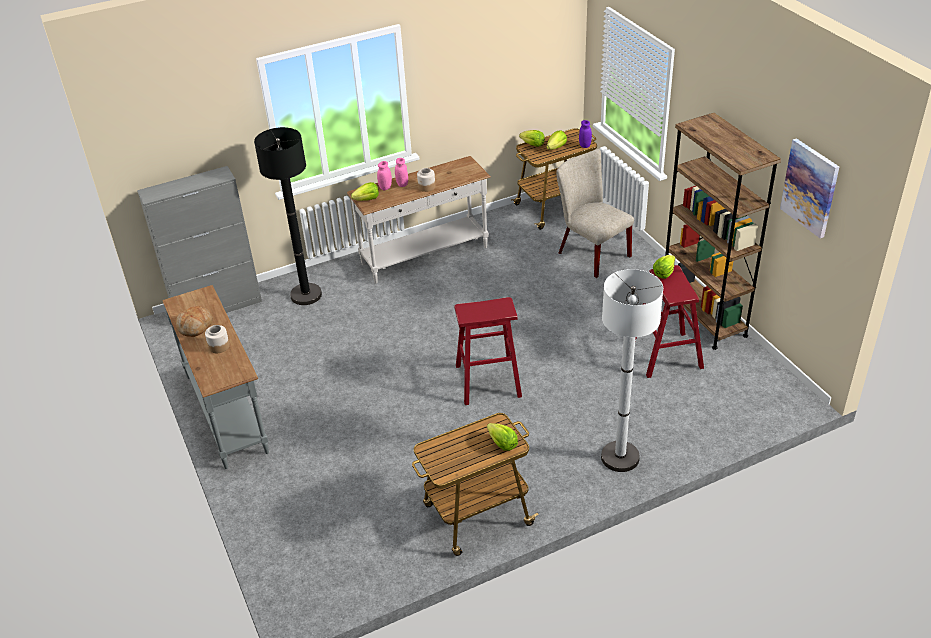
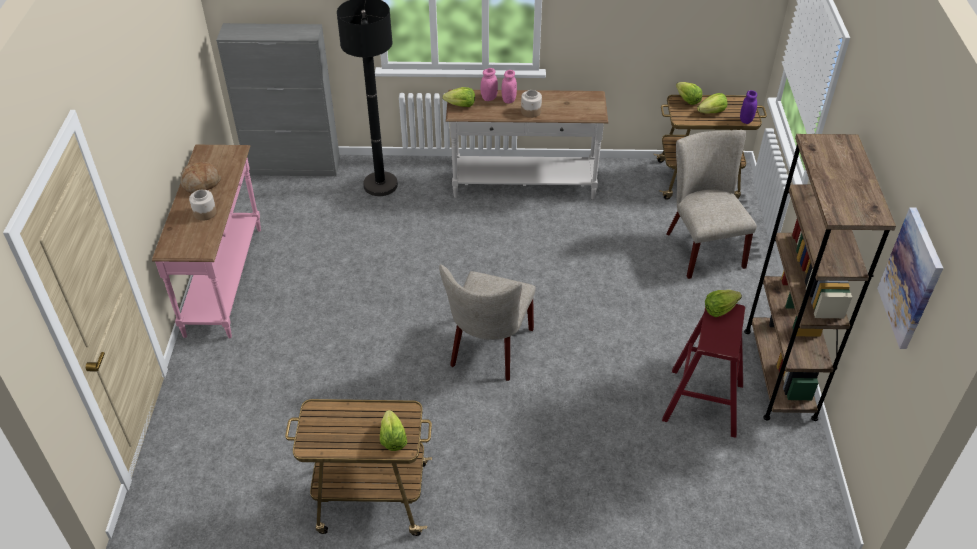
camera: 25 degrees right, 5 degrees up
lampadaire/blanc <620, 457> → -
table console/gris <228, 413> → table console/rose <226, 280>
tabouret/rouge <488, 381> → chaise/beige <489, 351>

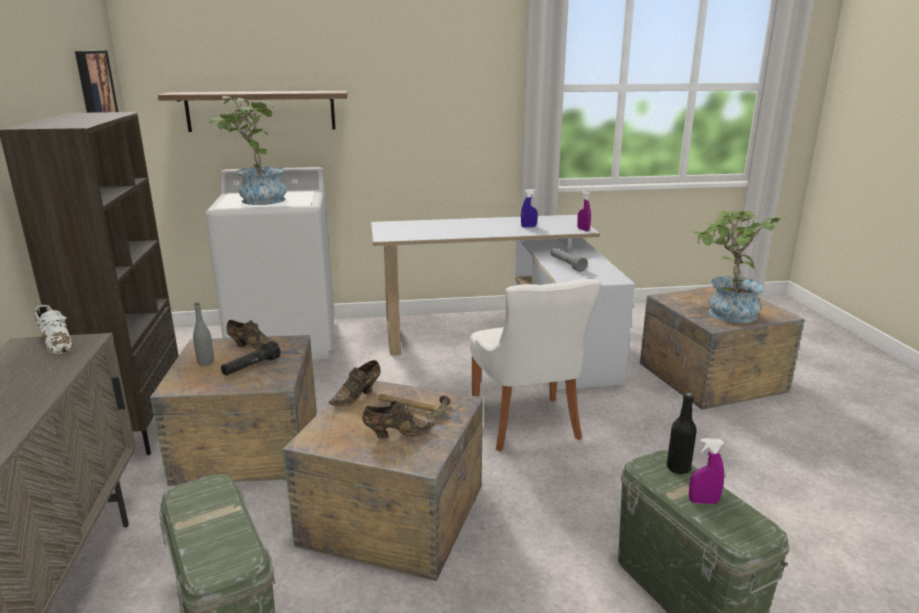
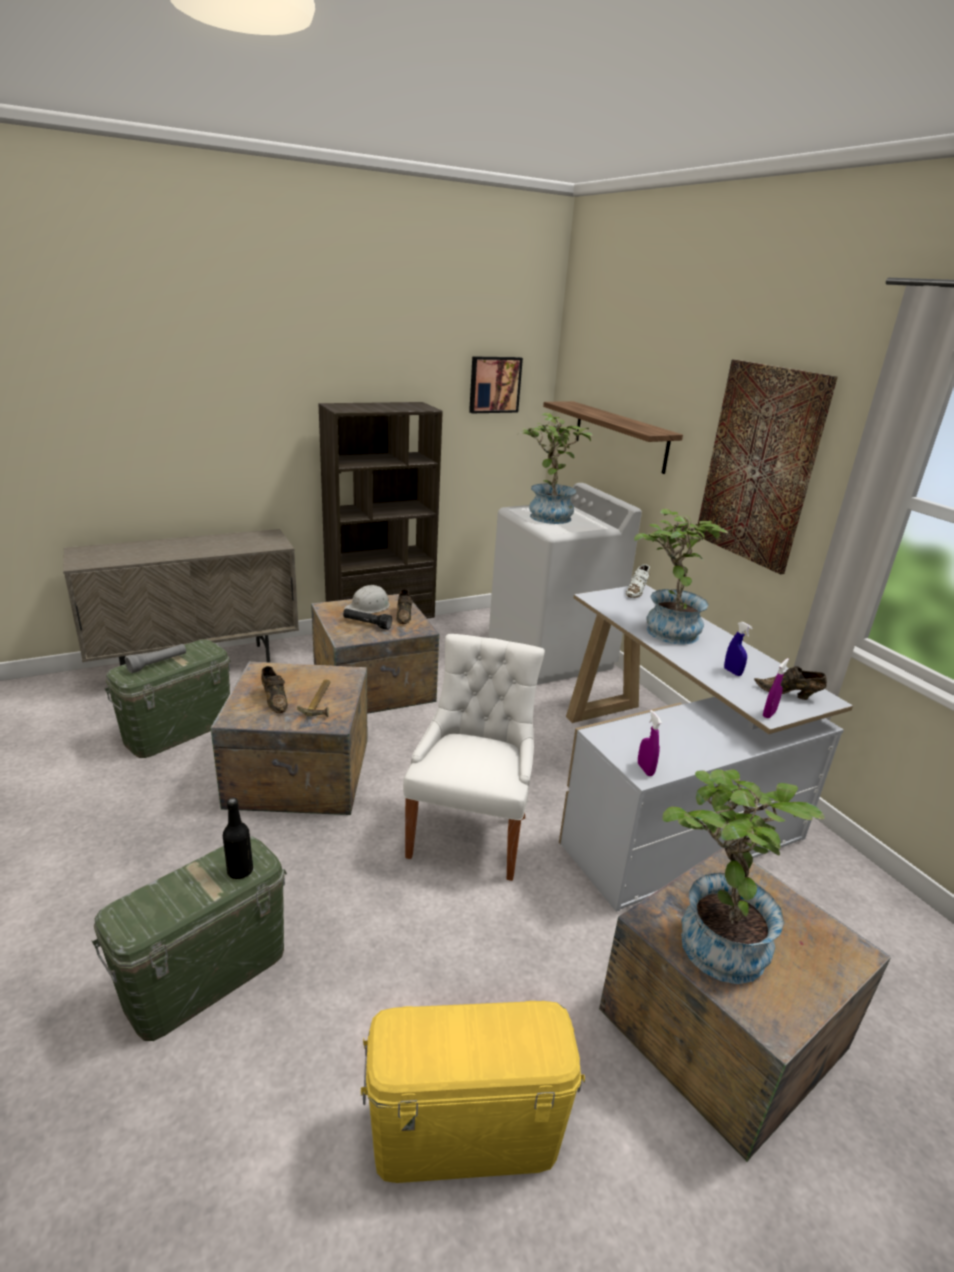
camera: 70 degrees right, 5 degrees up
lampe de poche/gris <567, 265> → lampe de poche/gris <158, 664>, shifted
chaise/blanc <527, 426> → chaise/blanc <470, 833>, 135 degrees clockwise
bouteille/gris <206, 362> → casque de chantier/blanc <368, 607>
chaussure/blanc <56, 344> → chaussure/blanc <637, 591>, shifted
chaussure/marron <358, 396> → chaussure/marron <789, 694>, shifted
vaporisateur/violet <703, 501> → vaporisateur/violet <645, 769>, shifted
- → tableau <760, 465>
- → plante en pot <665, 629>
- → boîte de rangement/jaune <465, 1134>

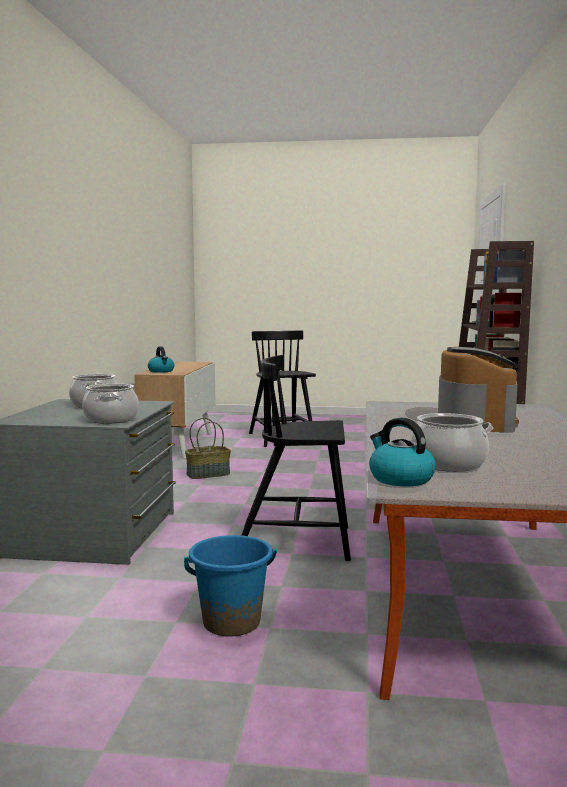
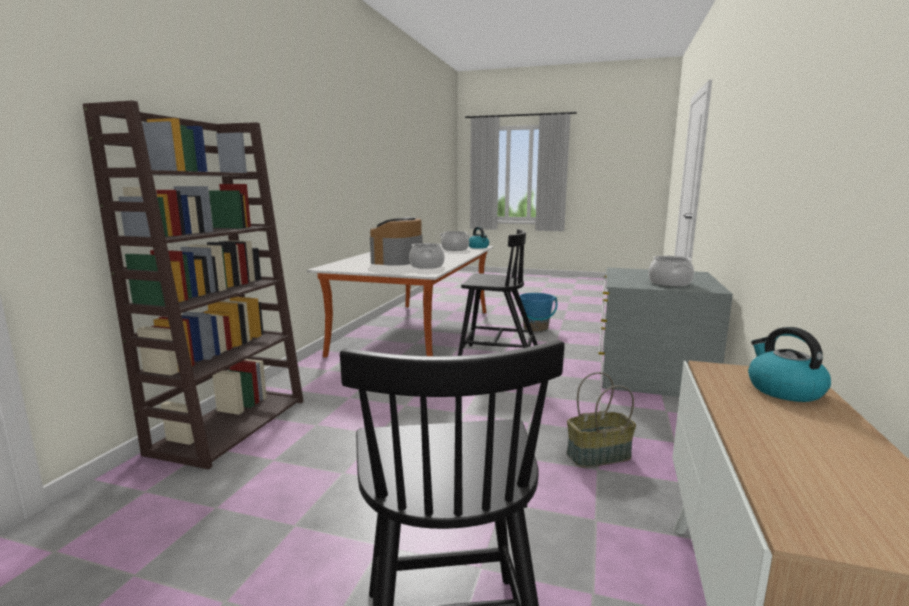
camera: 170 degrees left, 5 degrees up
marmite <110, 419> → marmite <427, 266>, shifted

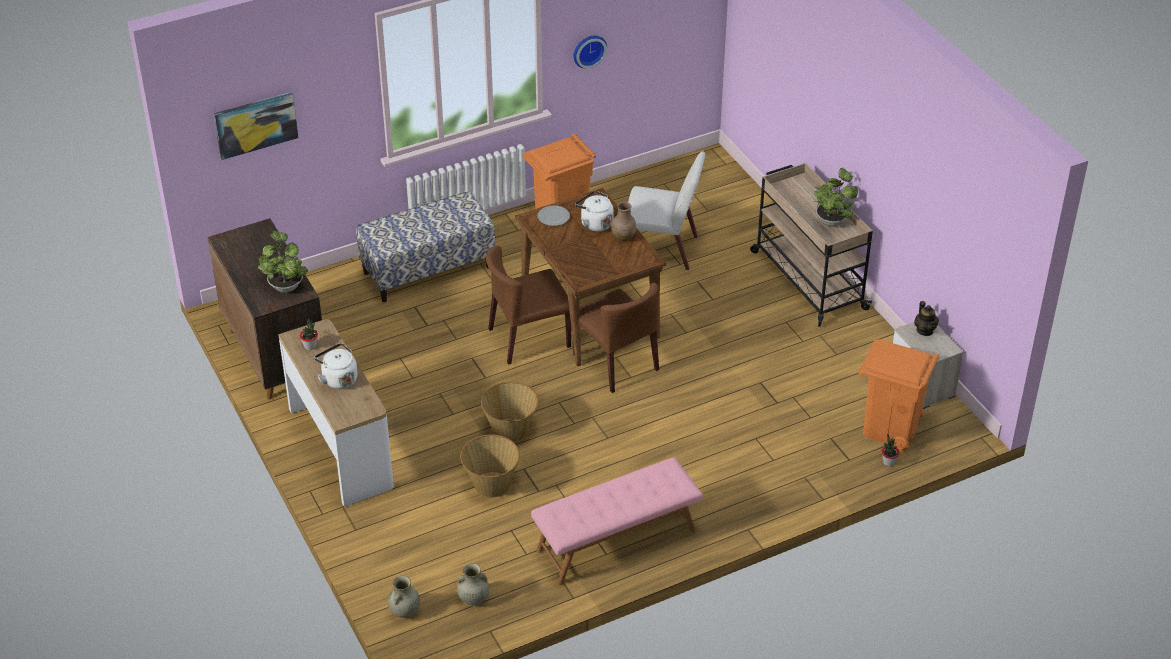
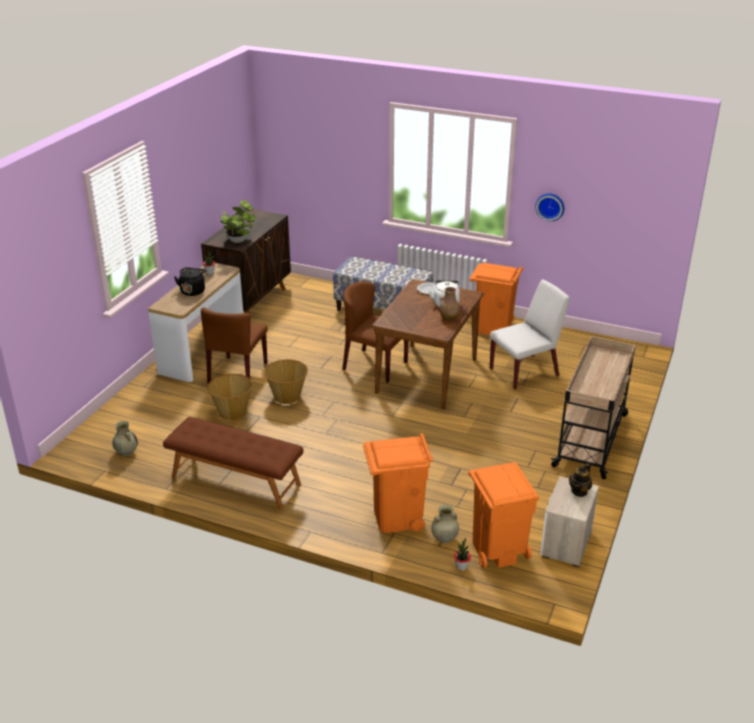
camera: 50 degrees right, 10 degrees down
tableau <255, 124> → -
chaise/blanc <662, 249> → chaise/blanc <525, 372>, 90 degrees counterclockwise
plante en pot <832, 220> → -
chaise/marron <616, 362> → chaise/marron <238, 373>, shifted
bouilloire/blanc <338, 379> → bouilloire/noir <193, 291>
banc/rose <617, 541> → banc/marron <235, 481>
vase/beige <404, 611> → vase/beige <444, 538>, shifted
- → poubelle/orange <397, 517>

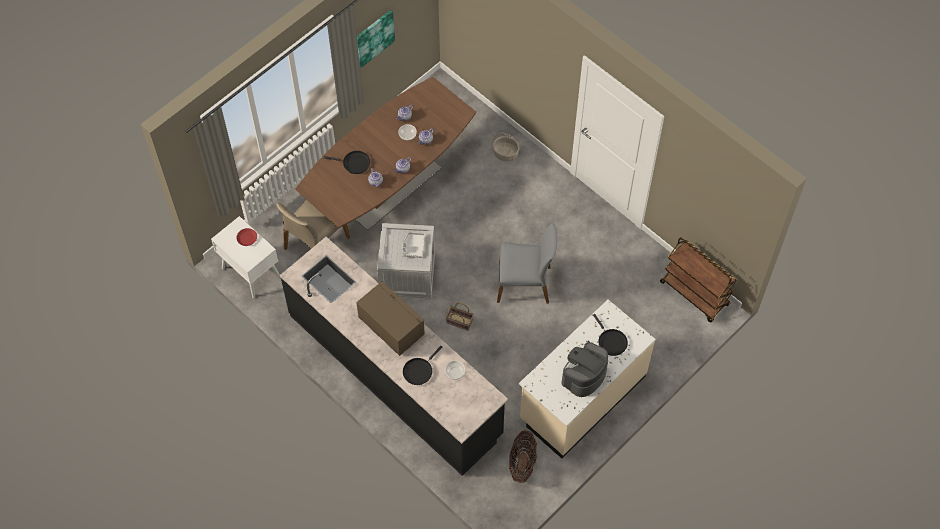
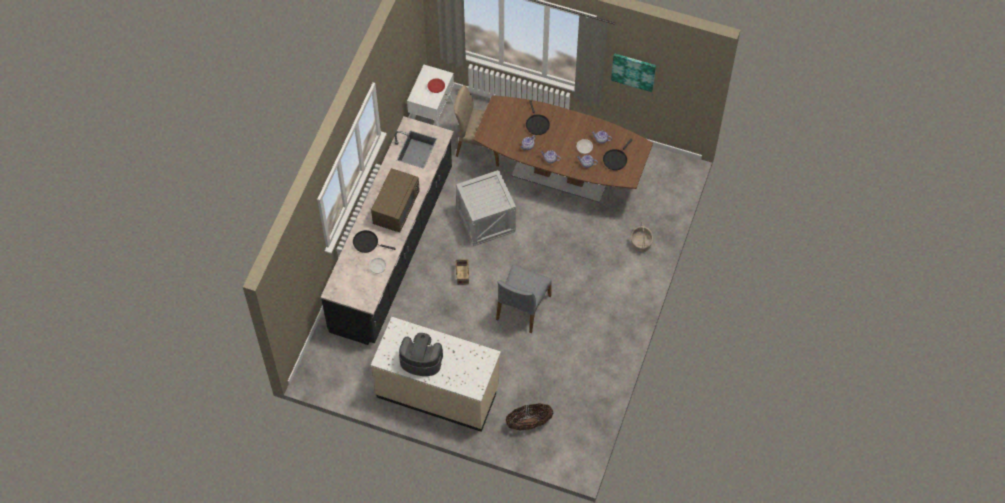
camera: 65 degrees right, 0 degrees up
chaise/gris <524, 283> → chaise/gris <522, 308>, 45 degrees clockwise
plateau/gris <413, 247> → -
chariot/marron <695, 294> → -
poêle/noir <611, 341> → poêle/noir <615, 159>, shifted
panier <522, 463> → panier <529, 423>, shifted

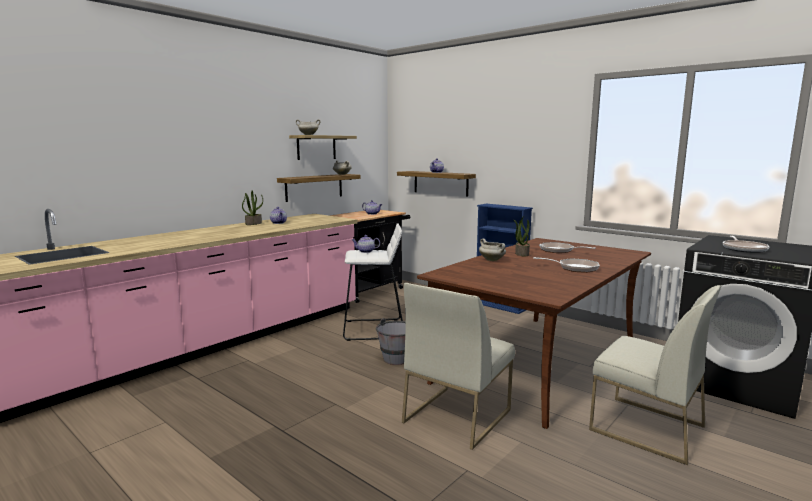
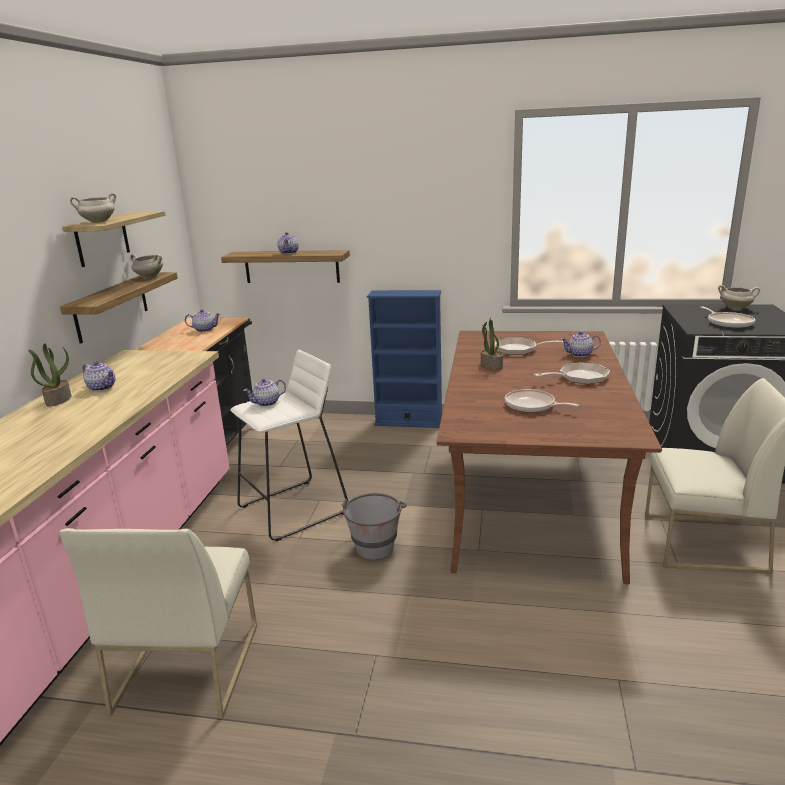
camera: 30 degrees left, 10 degrees up
marmite/blanc <492, 260> → marmite/blanc <736, 308>, shifted
chaise/blanc <457, 415> → chaise/blanc <187, 666>, shifted
- → théière <579, 355>
- → poêle <532, 405>

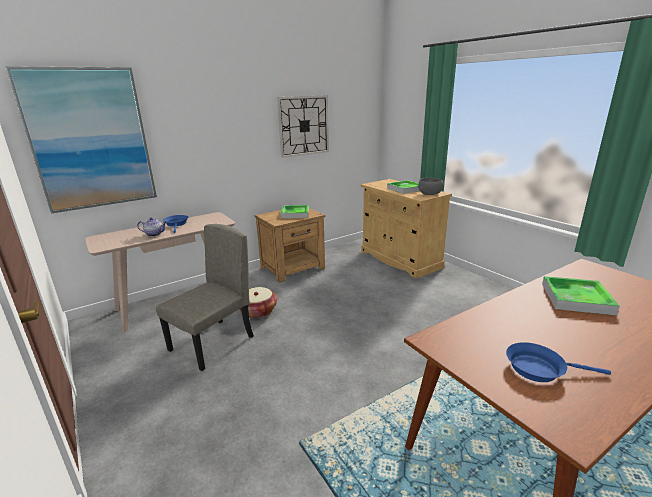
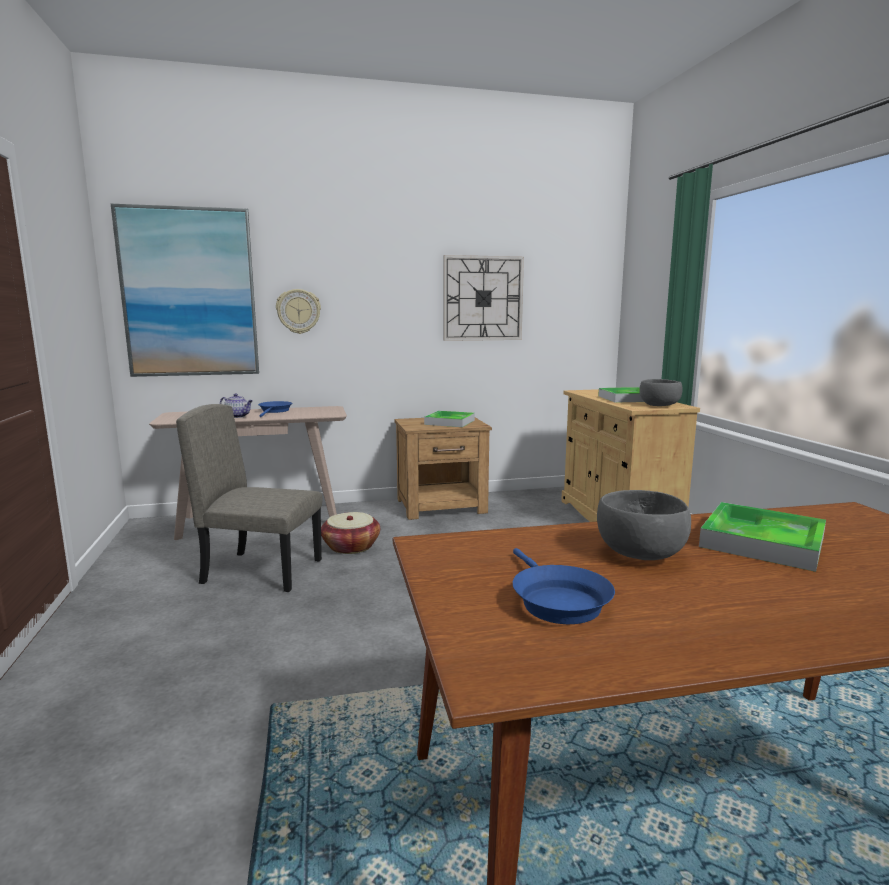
camera: 20 degrees right, 10 degrees down
chaise/beige <212, 343> → chaise/beige <263, 571>, 135 degrees counterclockwise
poêle/bleu <539, 368> → poêle/bleu <556, 601>, 135 degrees counterclockwise
- → horloge murale <298, 311>
- → bol/gris <640, 554>

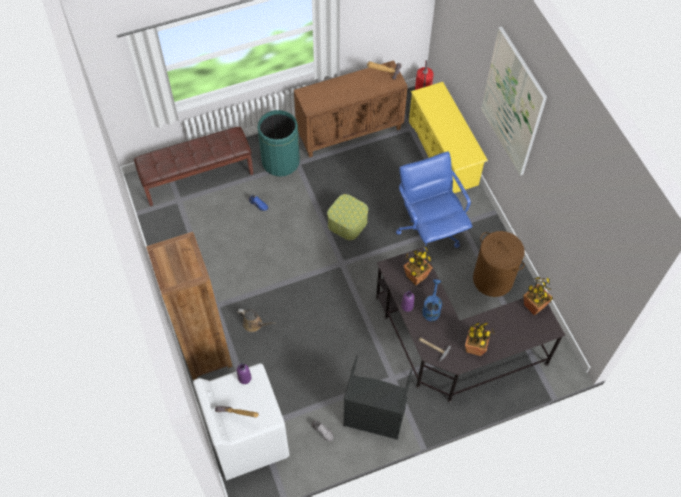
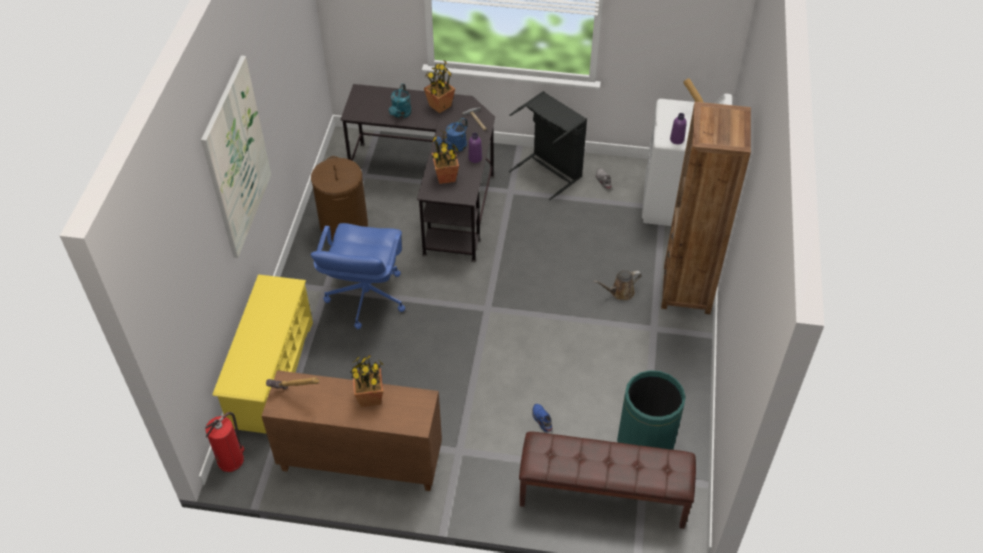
camera: 150 degrees left, 10 degrees down
poubelle/vert <280, 162> → poubelle/vert <645, 444>, shifted
boîte de rangement <347, 223> → -
plante en pot <534, 306> → plante en pot <370, 397>, shifted
arrosoir/marron <254, 324> → arrosoir/marron <620, 292>, 75 degrees counterclockwise
- → arrosoir/turquoise <400, 114>

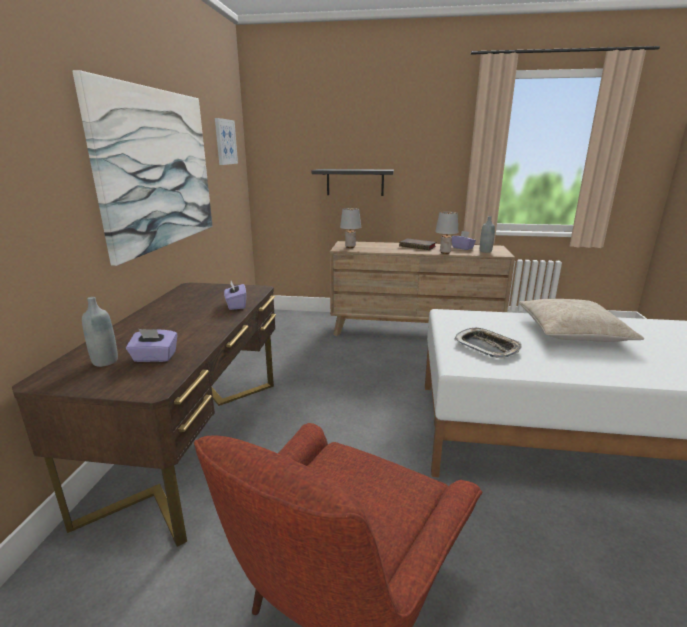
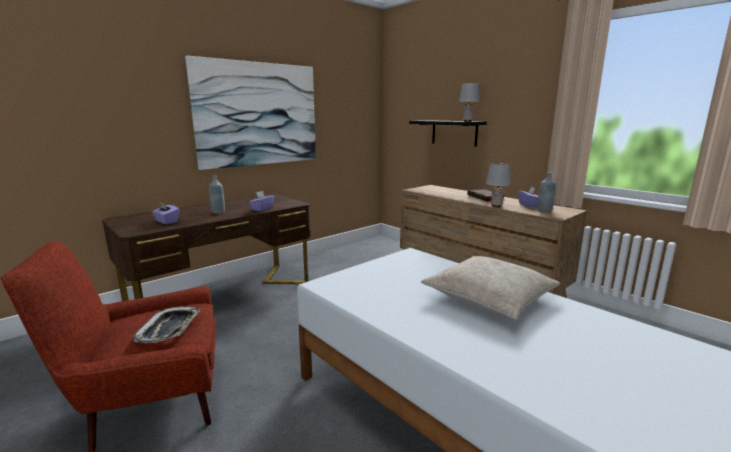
camera: 40 degrees right, 5 degrees down
tableau <225, 142> → -
lampe de table/gris <350, 247> → lampe de table/gris <468, 121>, shifted
bouteille/gris <105, 361> → bouteille/gris <218, 212>, shifted
plateau <487, 347> → plateau <170, 329>, shifted

